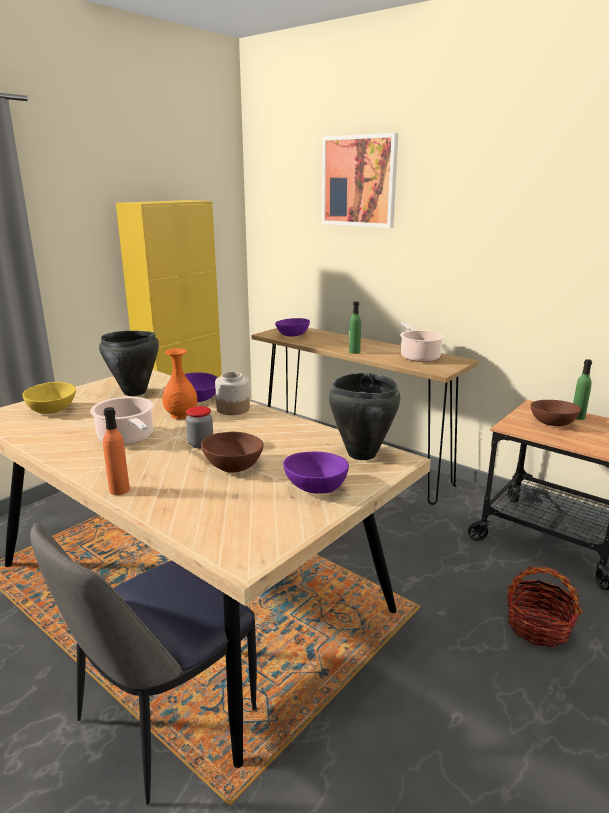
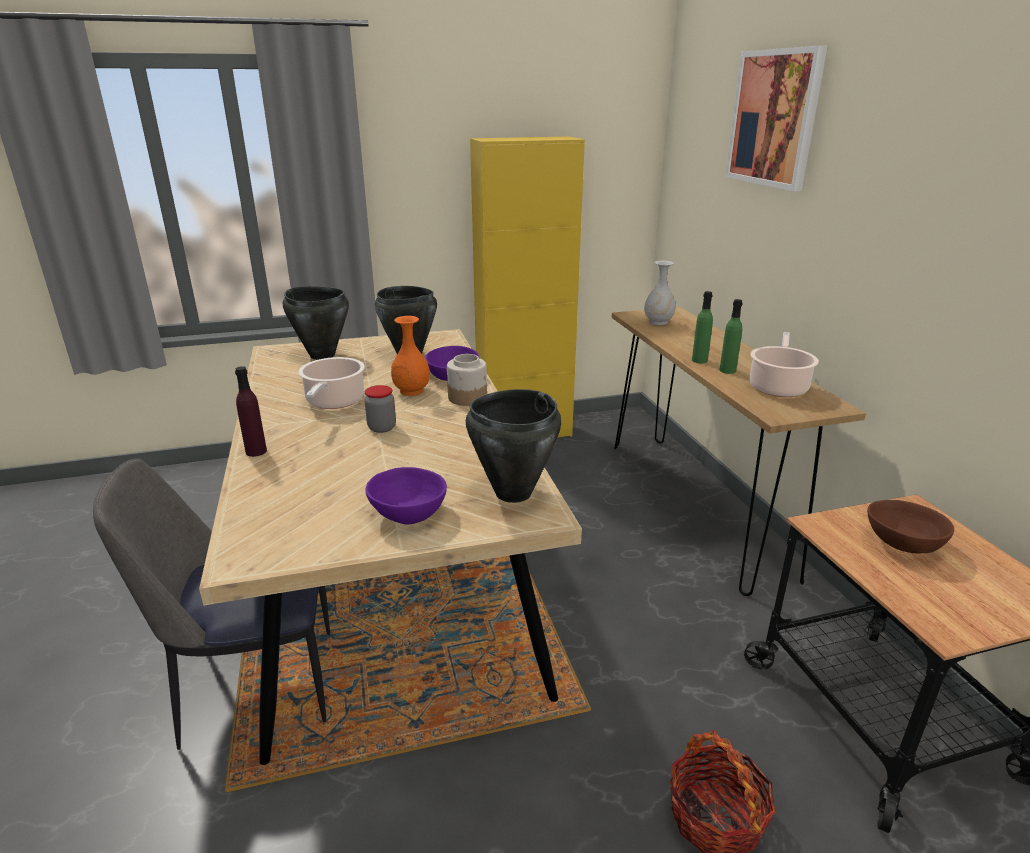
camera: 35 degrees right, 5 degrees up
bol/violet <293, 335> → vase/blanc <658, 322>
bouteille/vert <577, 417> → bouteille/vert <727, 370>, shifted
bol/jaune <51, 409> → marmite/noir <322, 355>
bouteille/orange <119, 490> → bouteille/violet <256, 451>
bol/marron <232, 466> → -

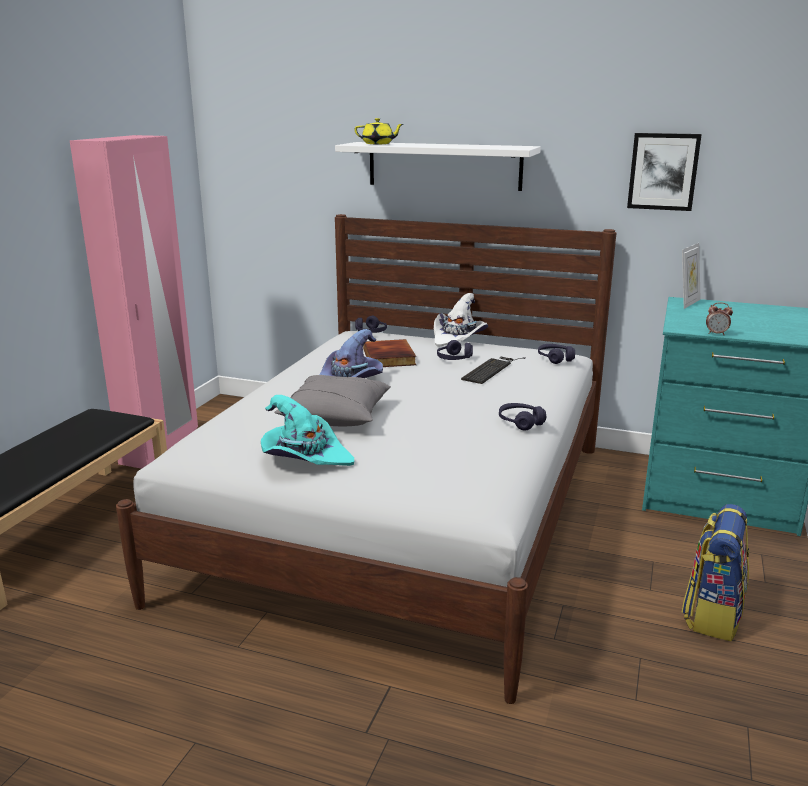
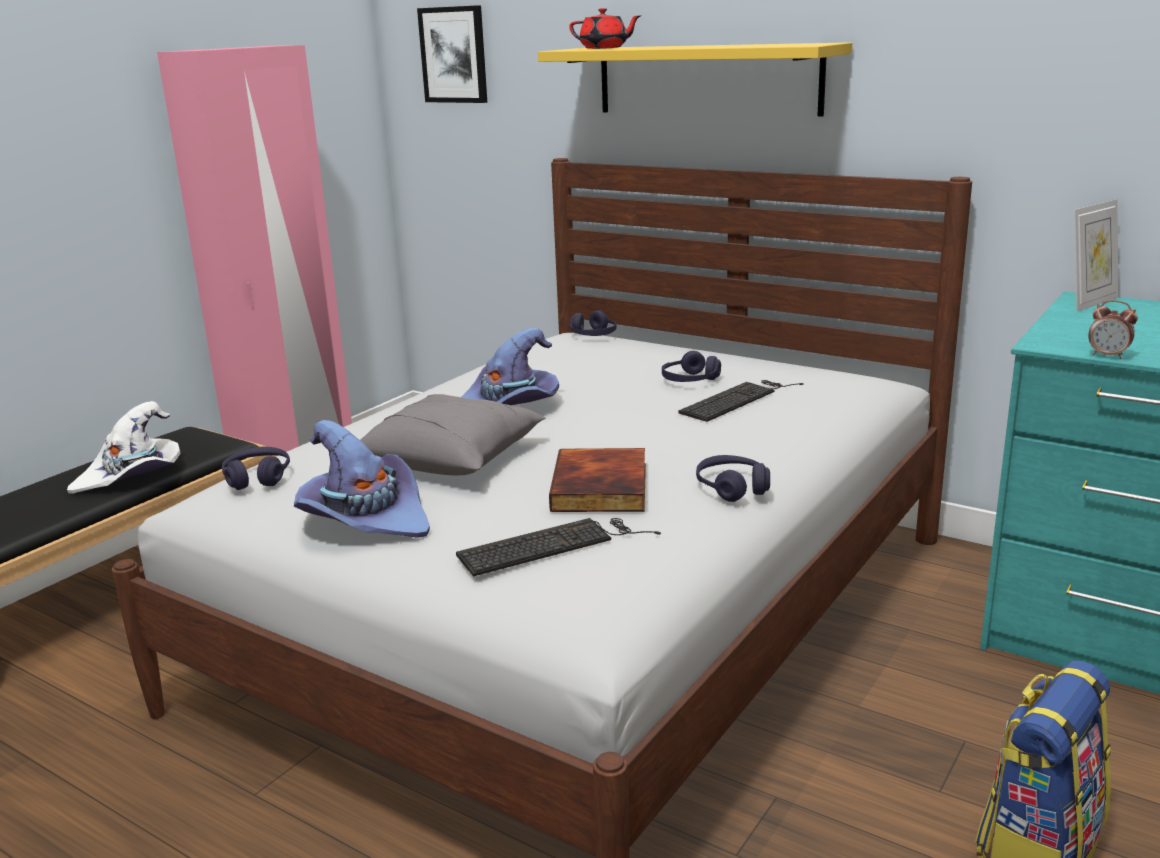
camera: 15 degrees right, 0 degrees up
théière/jaune <378, 144> → théière/rouge <604, 48>
tableau <663, 171> → tableau <454, 55>, shifted
étagère/blanc <444, 166> → étagère/jaune <707, 80>
chapeau/blanc <458, 338> → chapeau/blanc <132, 476>, shifted
livre <390, 357> → livre <602, 487>, shifted
casque audio/violet <555, 358> → casque audio/violet <257, 477>, shifted
chapeau/turquoise <305, 456> → chapeau/violet <365, 517>
- → clavier <553, 545>

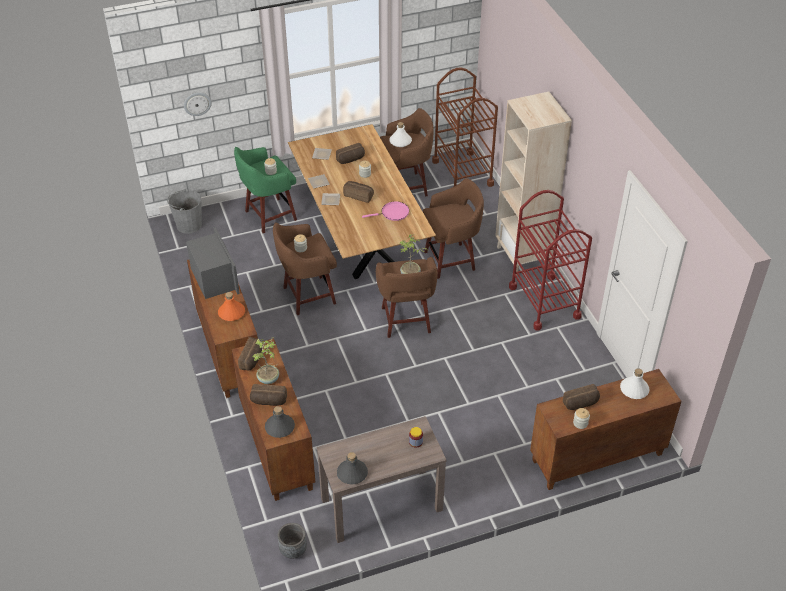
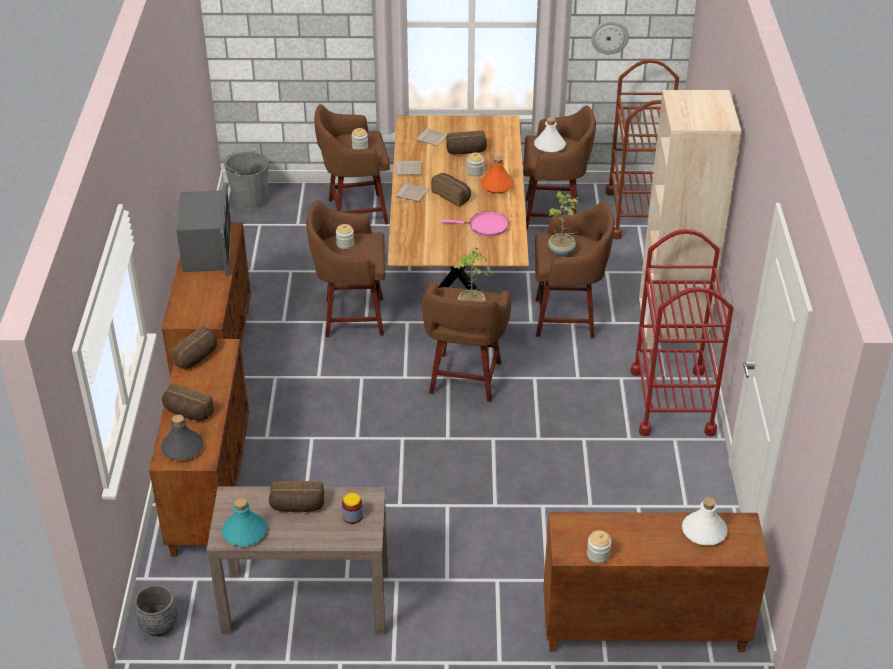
camera: 20 degrees right, 5 degrees down
horloge murale <197, 103> → horloge murale <609, 37>, shifted
tabouret/vert <269, 216> → tabouret/marron <355, 212>
bouteille/orange <231, 313> → bouteille/orange <497, 186>, shifted
plante en pot <269, 379> → plante en pot <562, 251>, shifted
pain <581, 404> → pain <297, 507>, shifted
bouteille/gris <352, 473> → bouteille/turquoise <244, 532>

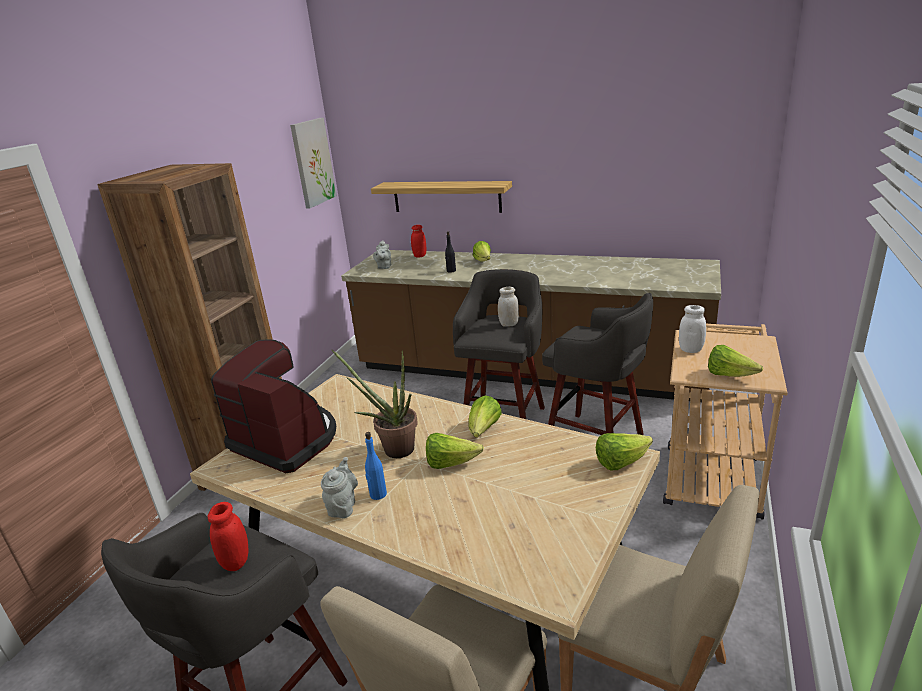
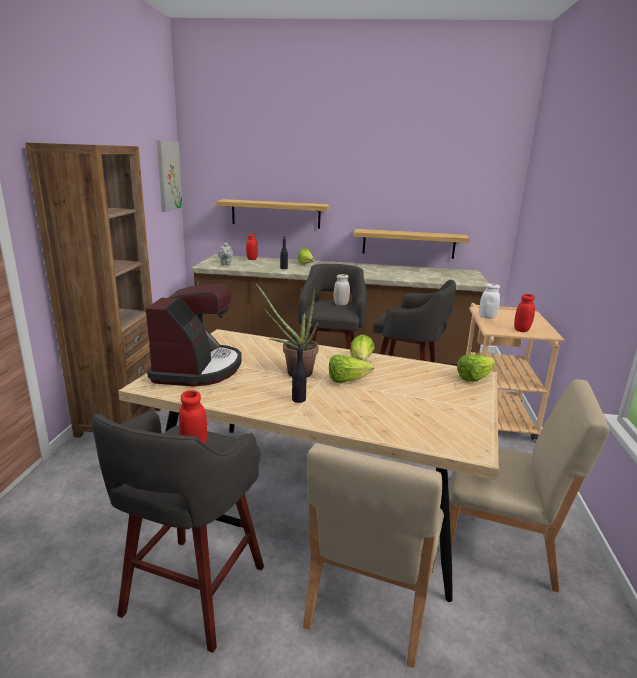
camera: 15 degrees left, 5 degrees down
machine à café <286, 440> → machine à café <198, 368>, 75 degrees clockwise
laitue <729, 375> → bocal/rouge <521, 330>
bouteille/bleu <378, 494> → bouteille/noir <298, 399>
théière/gris <343, 506> → -
- → étagère <408, 243>

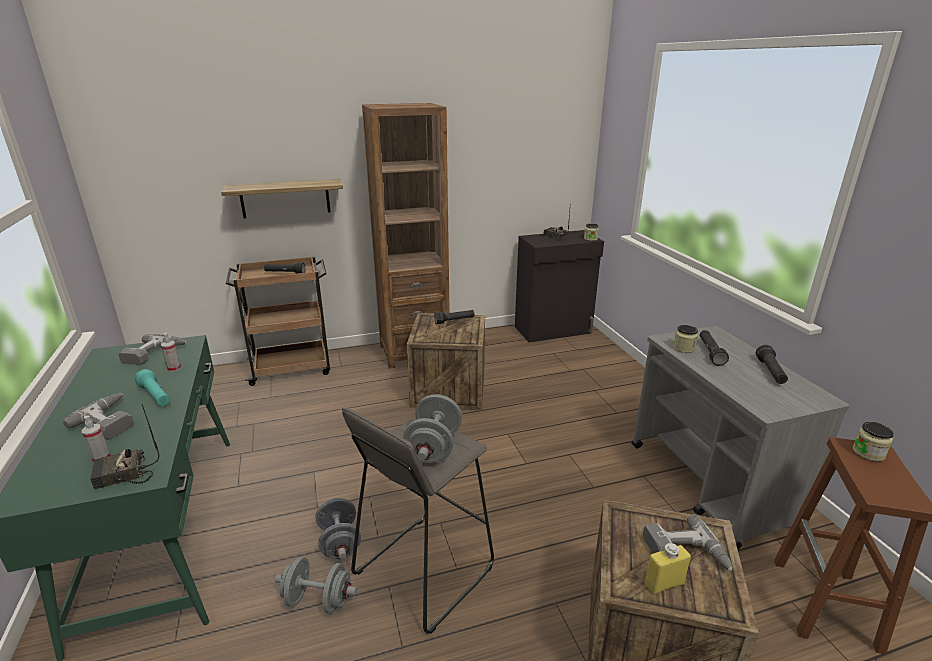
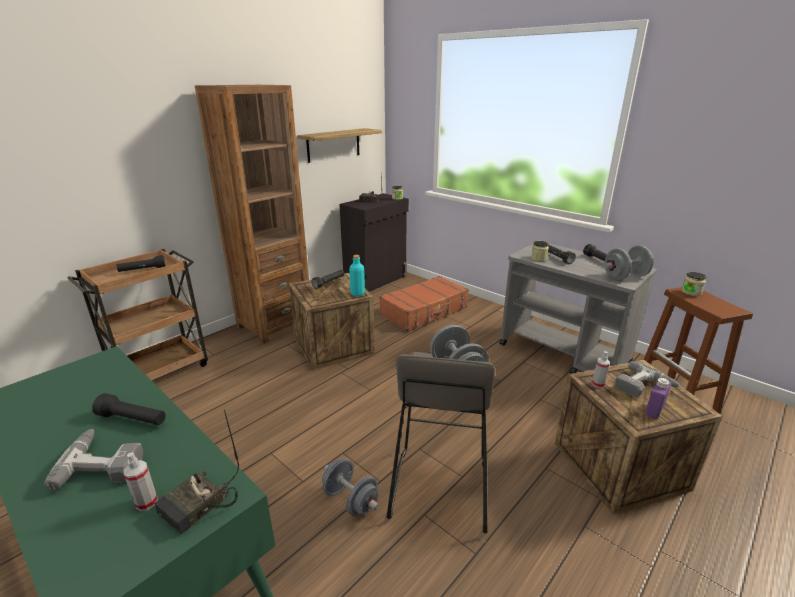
camera: 30 degrees left, 0 degrees up
étagère <285, 198> → étagère <333, 145>, shifted
vaporisateur <174, 368> → vaporisateur <598, 384>, shifted
perceuse <155, 354> → -
lampe de poche/turquoise <155, 396> → lampe de poche/noir <133, 419>
bouteille/jaune <664, 583> → bouteille/violet <654, 410>
haltère/gris <318, 600> → haltère/gris <625, 276>, shifted
- → bouteille/turquoise <357, 293>
- → valise/marron <424, 311>

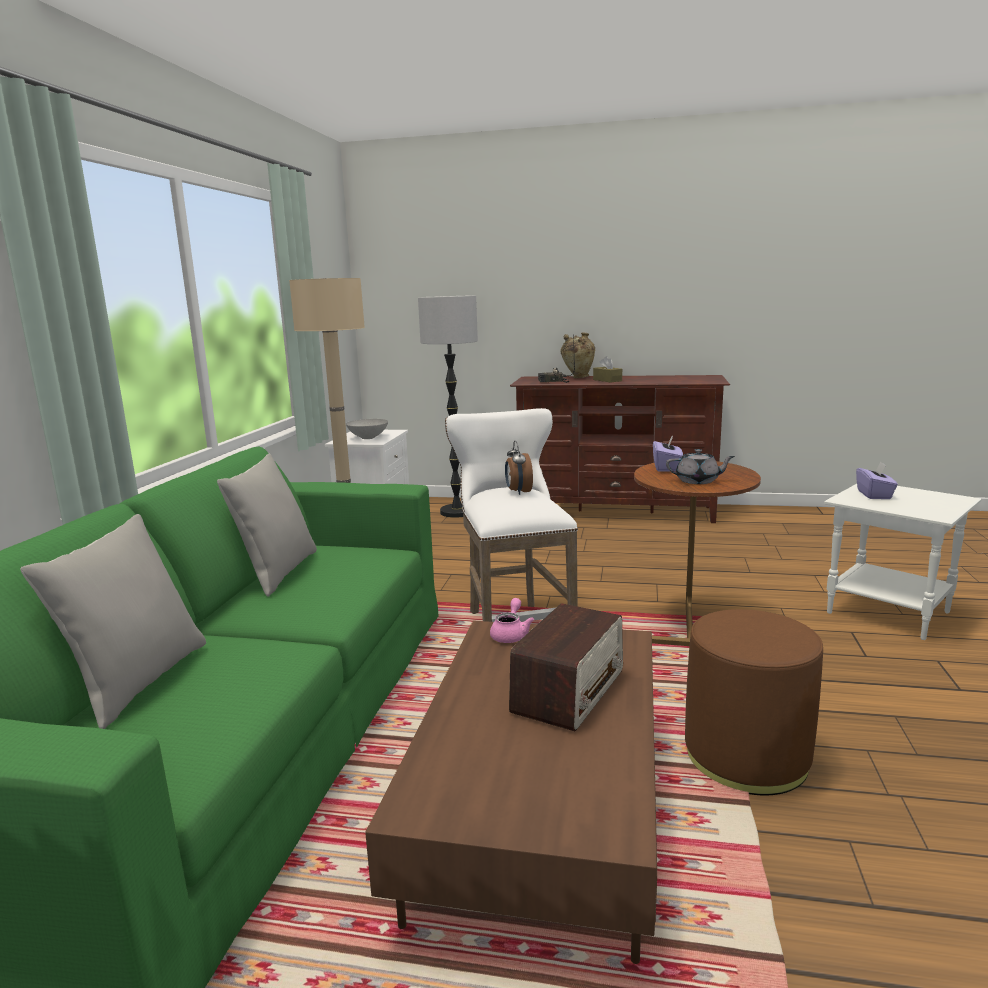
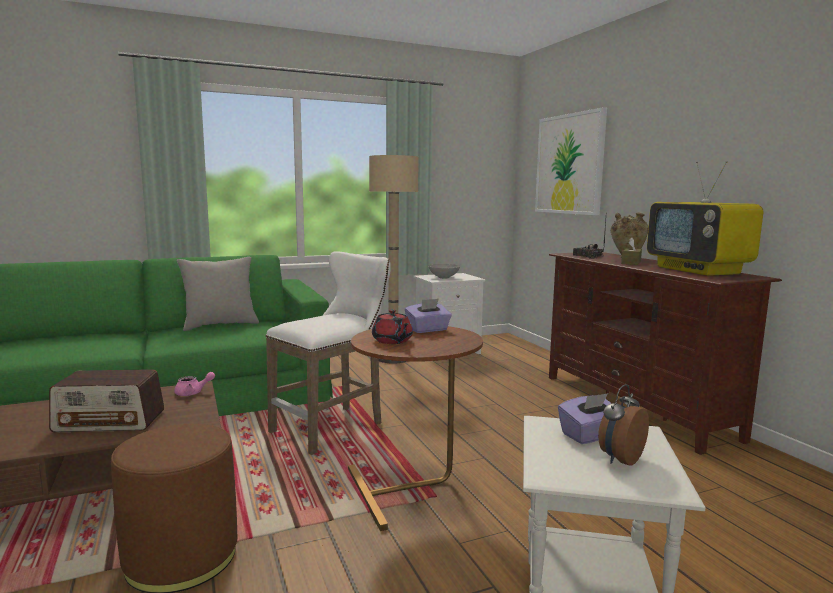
camera: 55 degrees right, 5 degrees down
lampadaire <457, 512> → -
réveil <518, 492> → réveil <619, 459>, shifted
théière/gris <698, 481> → théière/rouge <392, 341>
coussin/gris <137, 682> → -
- → tableau <569, 164>
- → téléviseur <699, 270>

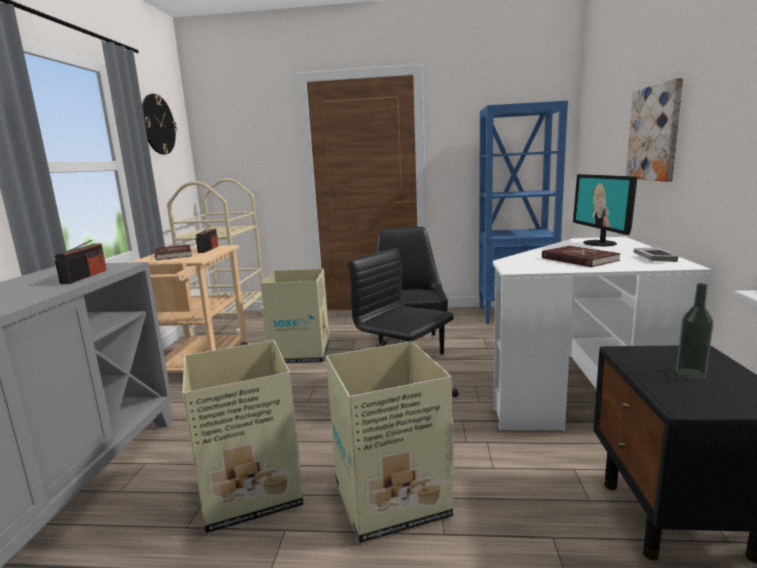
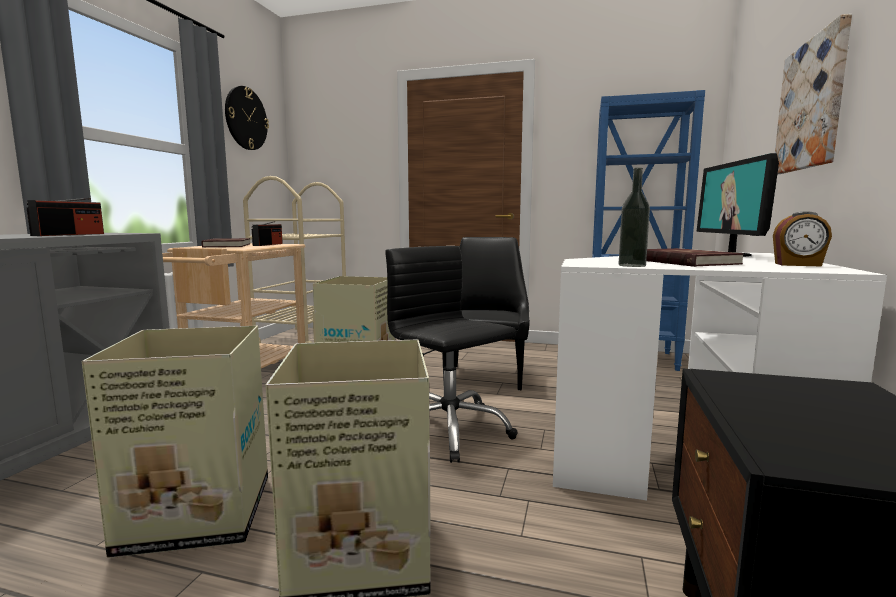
camera: 10 degrees right, 5 degrees down
livre <654, 258> → réveil <798, 265>
bouteille <690, 373> → bouteille <632, 265>, shifted

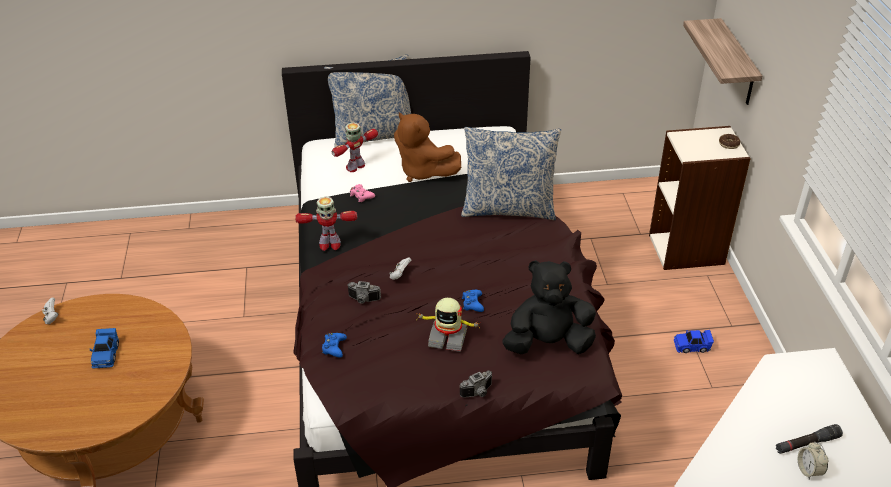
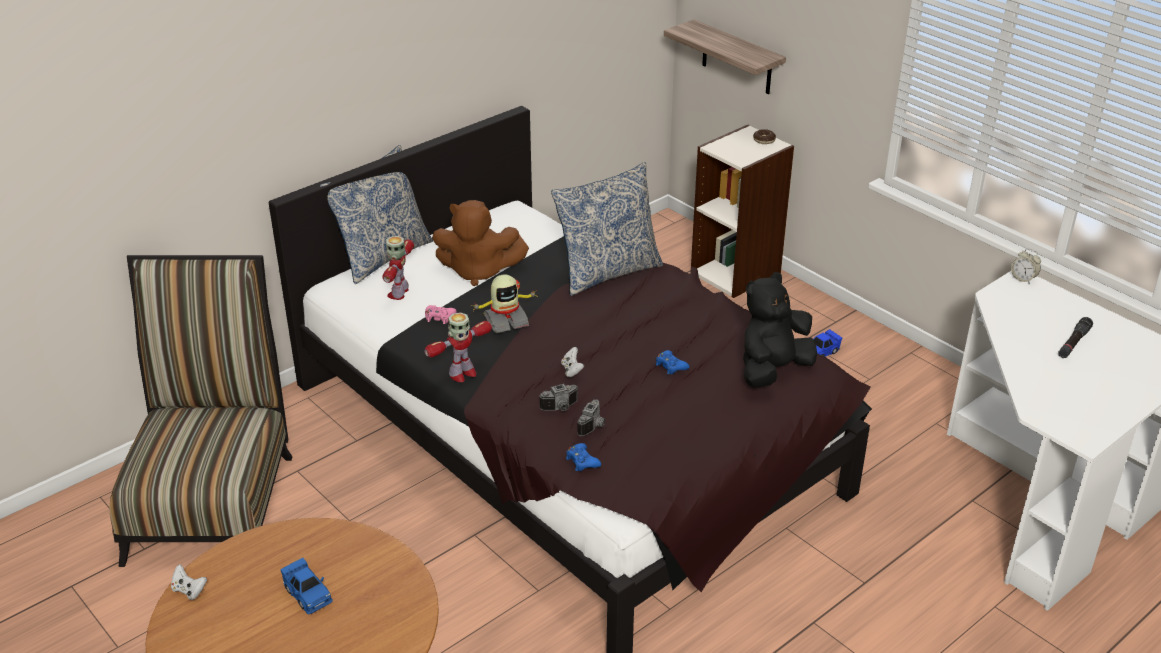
camera: 35 degrees left, 5 degrees down
robot jouet <448, 337> → robot jouet <505, 320>, shifted
appareil photo <478, 393> → appareil photo <594, 426>, shifted
réveil <809, 470> → réveil <1023, 279>, shifted
- → chaise <213, 498>

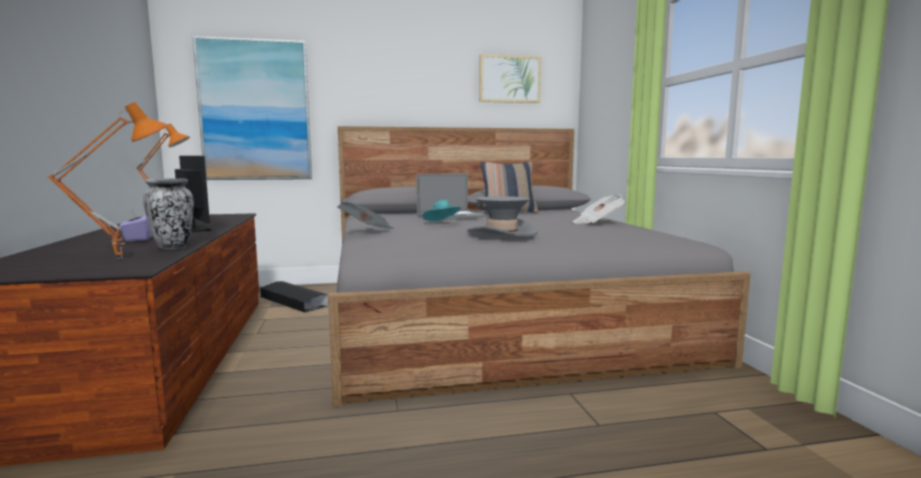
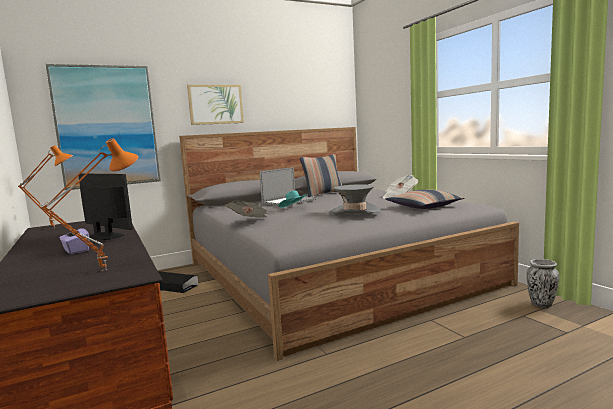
camera: 15 degrees left, 0 degrees up
tableau <509, 79> → tableau <215, 104>, shifted
vase <173, 247> → vase <541, 304>, shifted
- → coussin <423, 207>

